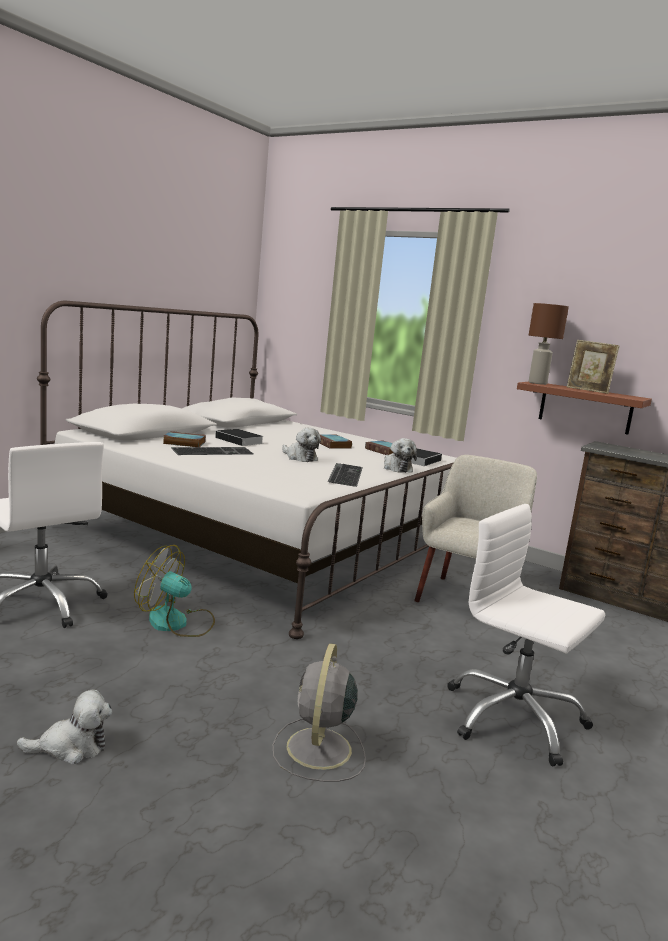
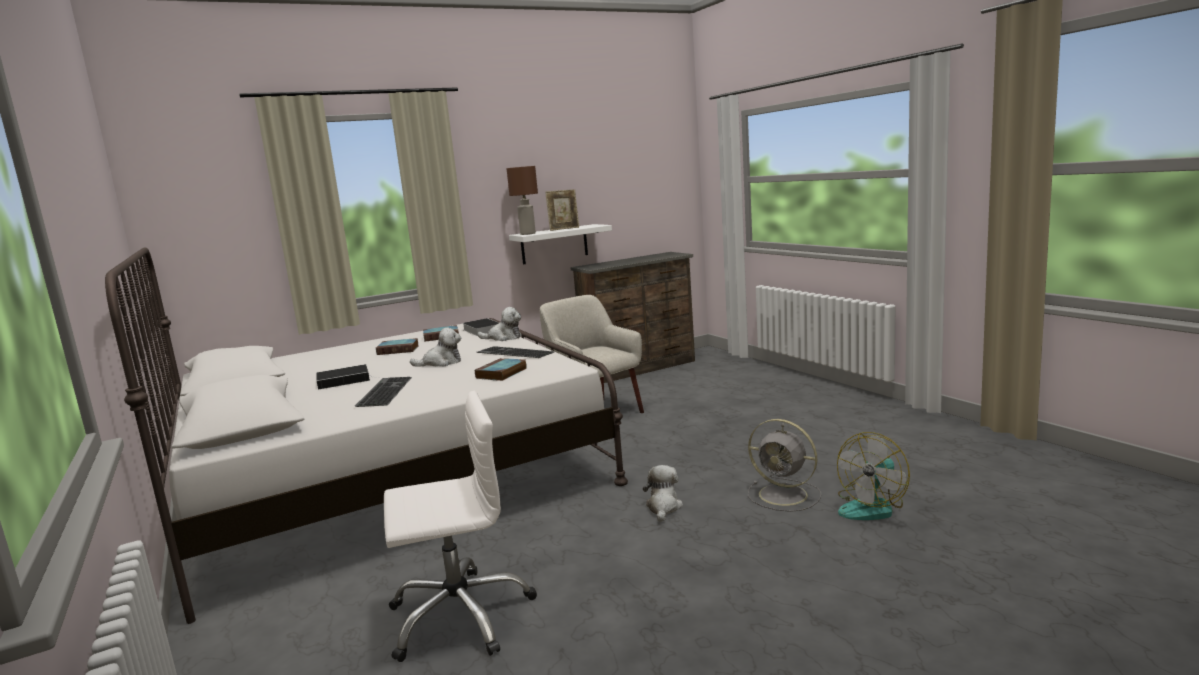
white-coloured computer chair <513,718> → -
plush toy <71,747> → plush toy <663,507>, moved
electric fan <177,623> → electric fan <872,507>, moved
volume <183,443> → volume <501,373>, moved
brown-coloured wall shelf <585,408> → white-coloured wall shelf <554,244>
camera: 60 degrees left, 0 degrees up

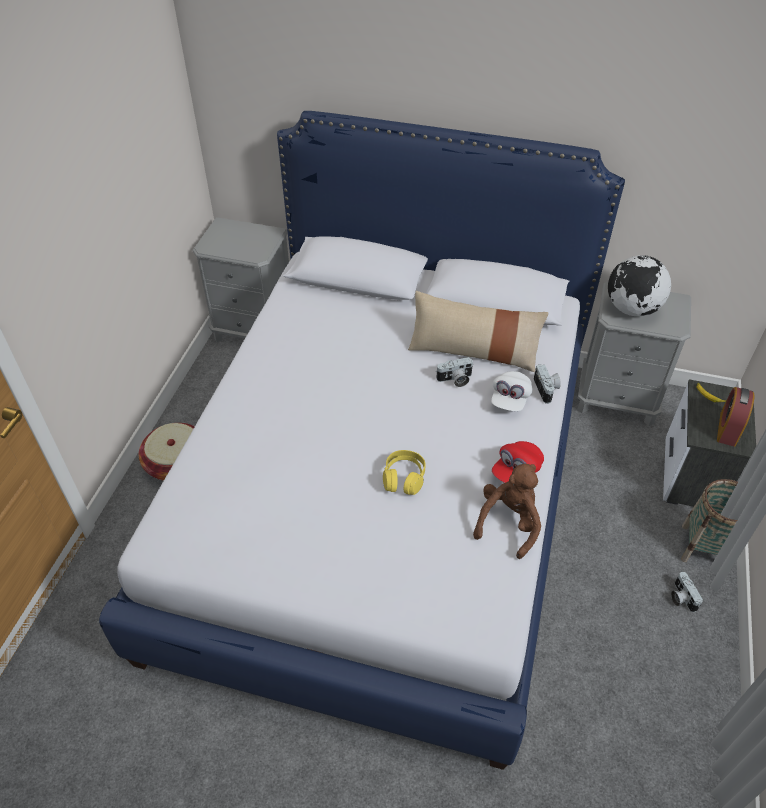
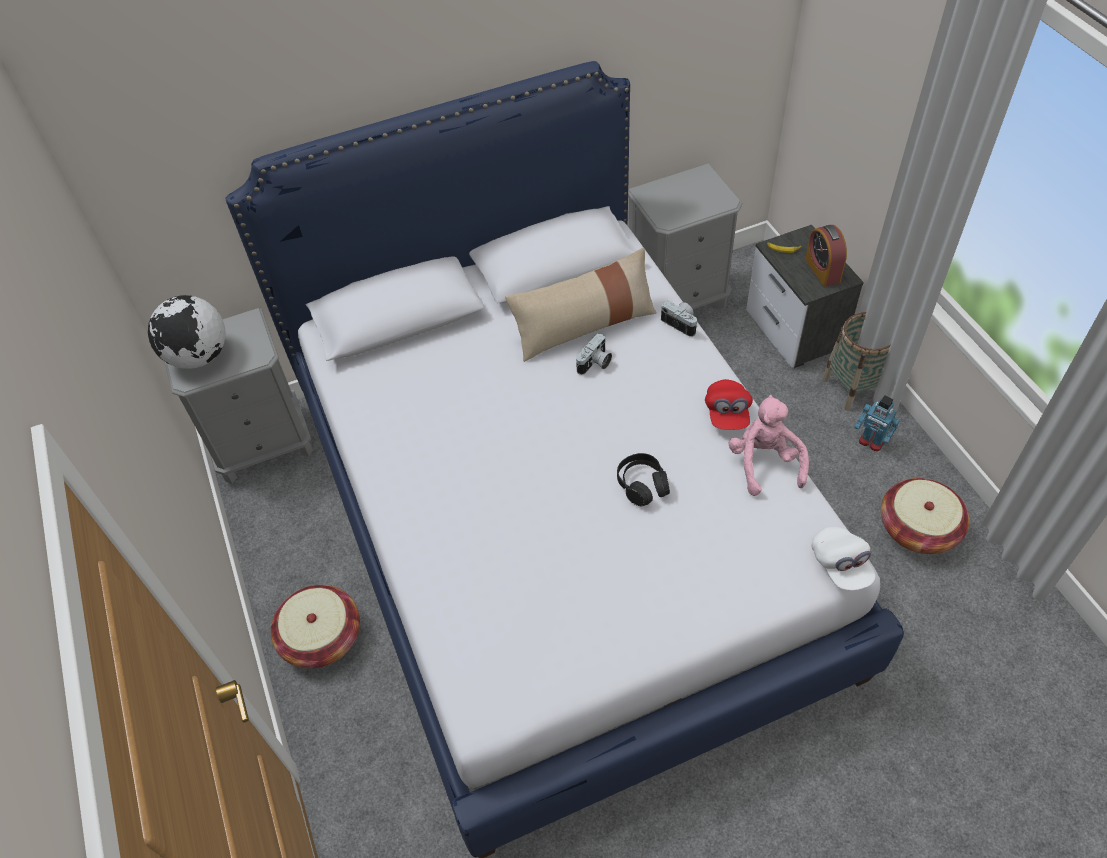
- → household basket <918,528>
white-coloured cap <510,399> → white-coloured cap <840,565>, moved
globe <631,309> → globe <199,357>, moved
photo camera <681,597> → robot figure <871,441>
yellow headphones <404,478> → blackish headphones <642,485>
brown-coloured plush toy <509,523> → pinkish plush toy <764,463>
camera: 35 degrees left, 5 degrees up

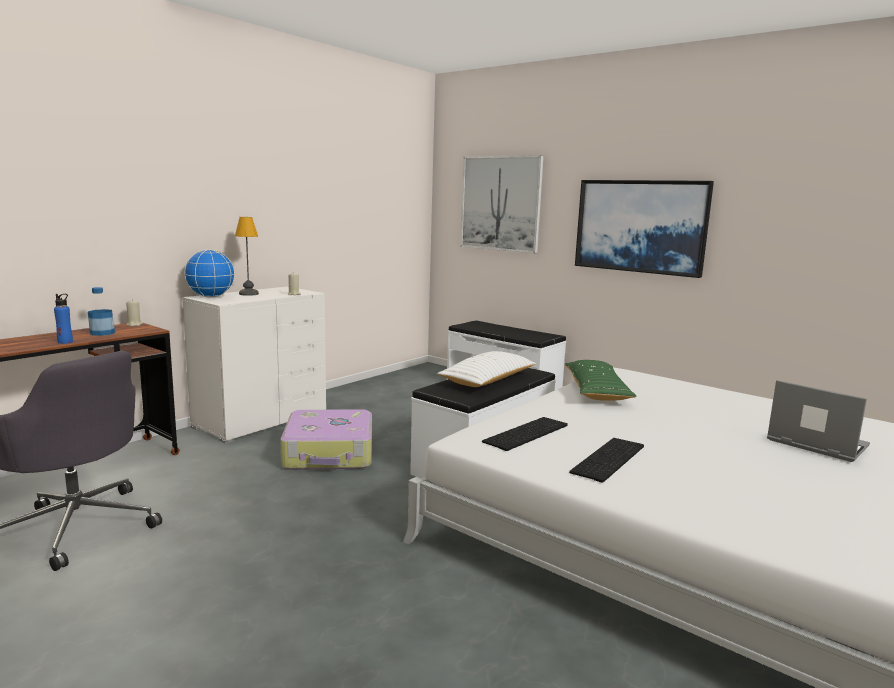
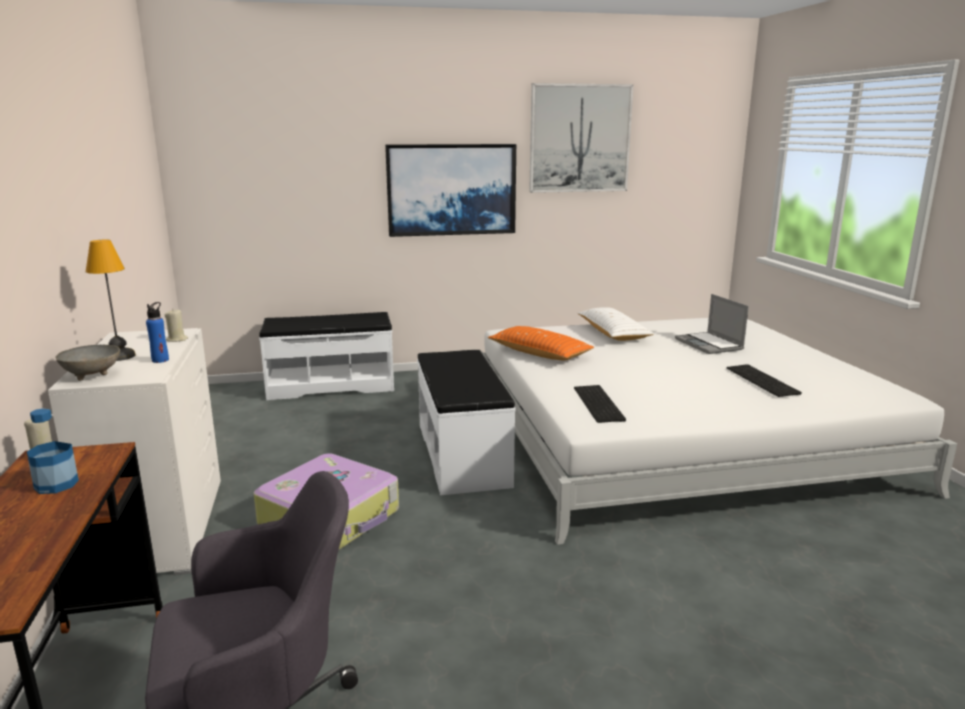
bluish beverage bottle <65,342> → bluish beverage bottle <160,360>, moved
white-coloured pillow <488,380> → white-coloured pillow <613,333>, moved
picture <500,203> → picture <580,138>, moved
PC keyboard <610,460> → PC keyboard <764,380>, moved
globe <210,297> → greyish deep dish <92,376>
green pillow <596,391> → orangey pillow <539,353>
laptop <815,443> → laptop <710,344>, 105 degrees counterclockwise
camera: 50 degrees left, 5 degrees up

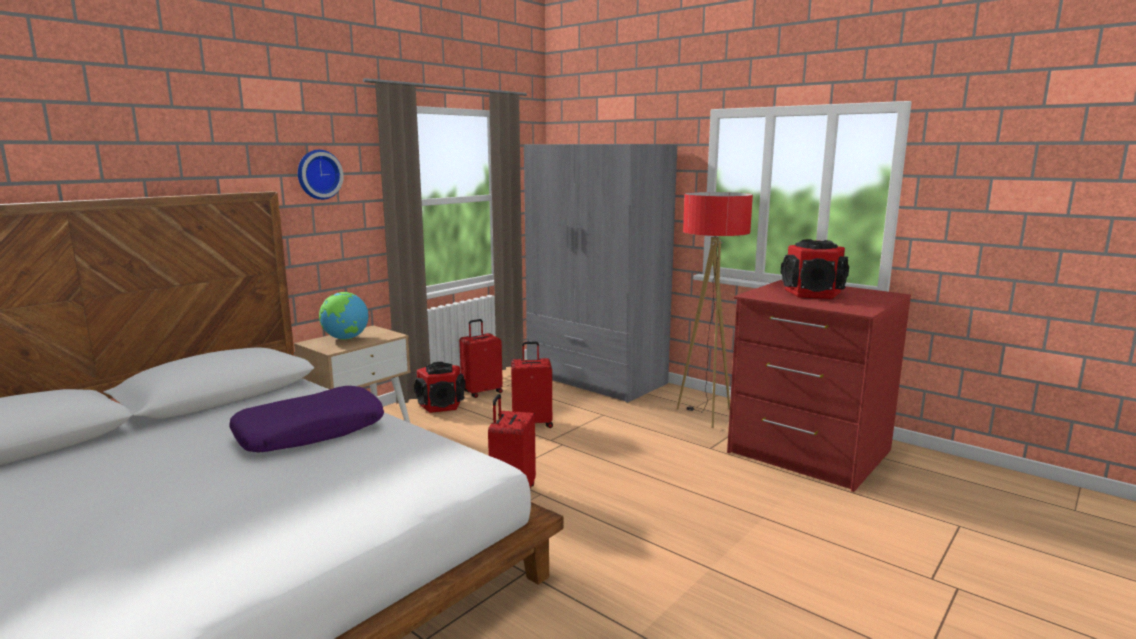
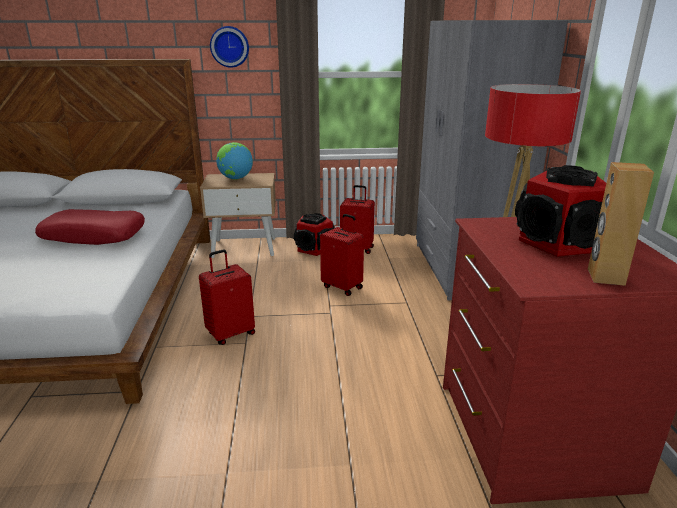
- → brown-coloured loudspeaker <605,277>
purple pillow <310,432> → red-coloured pillow <94,236>
camera: 45 degrees right, 10 degrees up

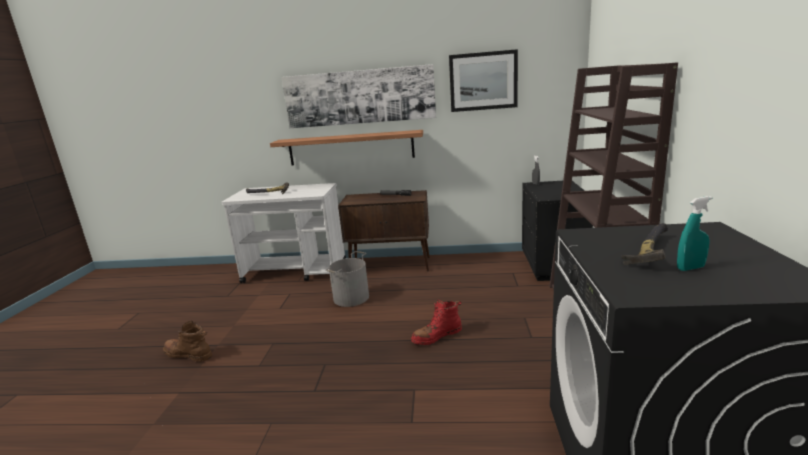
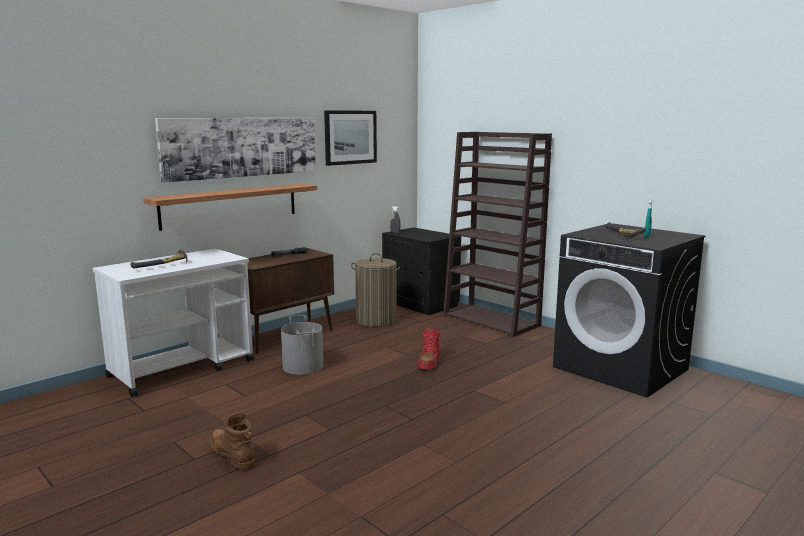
- → laundry basket <376,320>
brown-coloured tall boot <189,354> → brown-coloured tall boot <233,455>, 75 degrees clockwise
camera: 50 degrees left, 5 degrees down

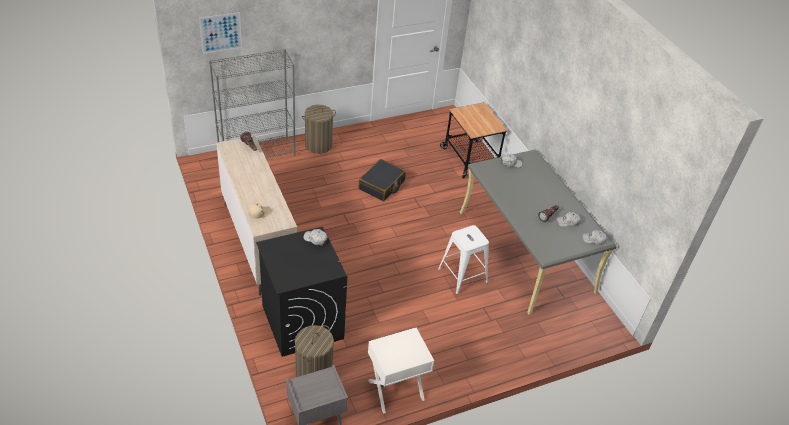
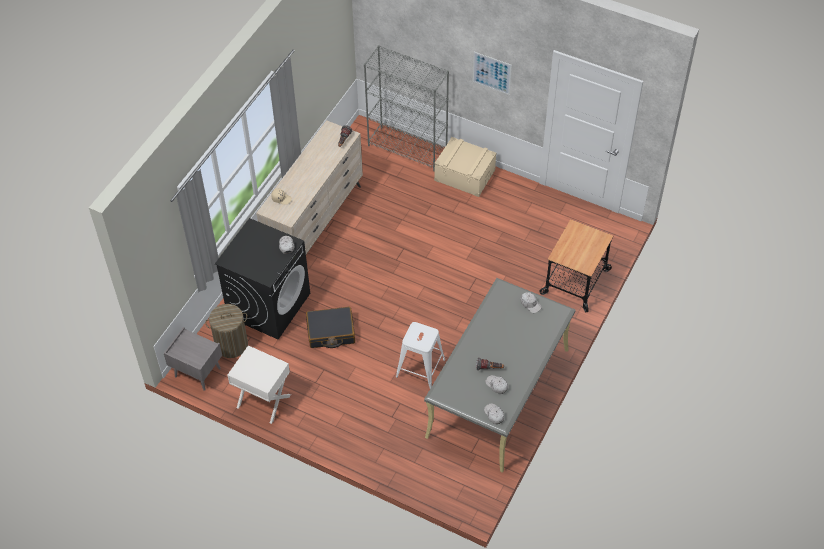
picture <221,33> → picture <491,73>, moved
blackish travel case <382,185> → blackish travel case <331,332>, moved
laundry basket <318,145> → sand-coloured storage box <465,175>
camera: 55 degrees right, 10 degrees up

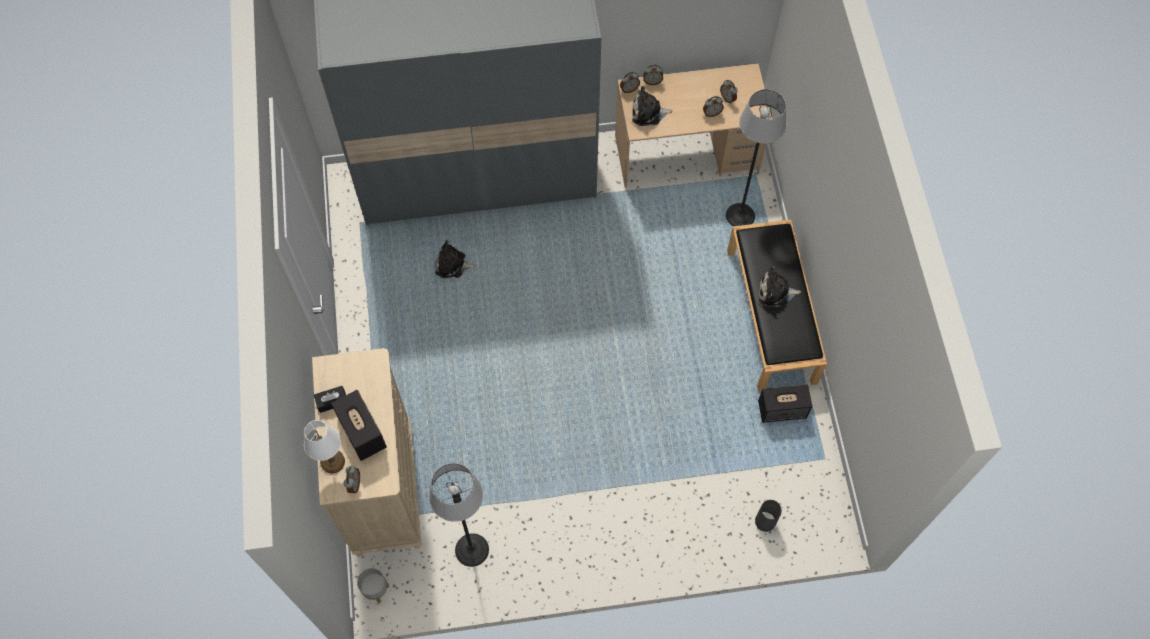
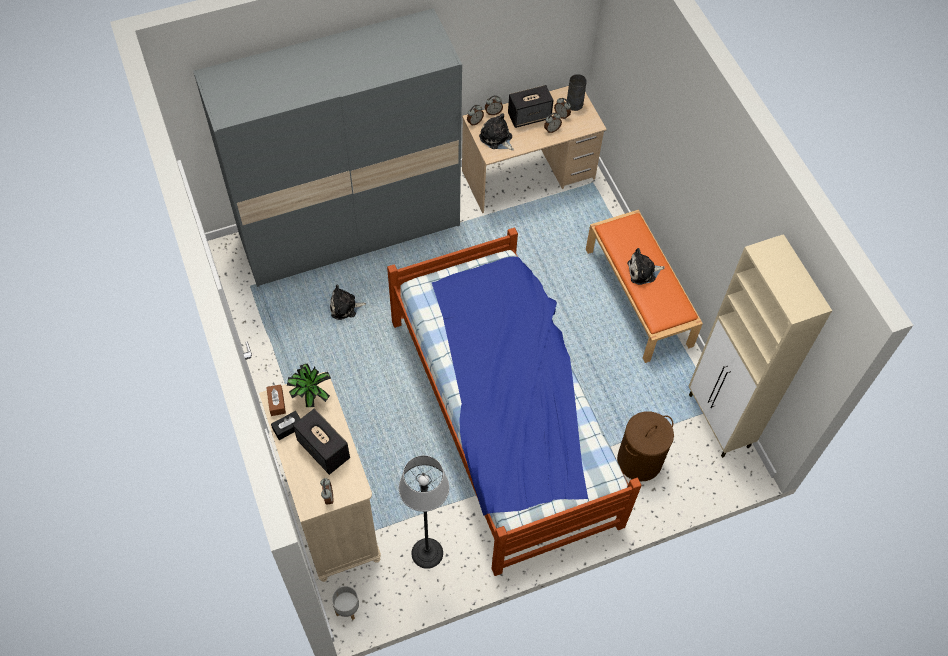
white-coloured table lamp <333,461> → -
standing lamp <740,216> → -
- → brown-coloured tissue holder <276,402>
- → houseplant <310,395>
- → bed <504,418>
- → brown-coloured laundry basket <639,461>
- → sand-coloured cupboard <719,422>
greyish decorative vase <765,522> → greyish decorative vase <574,105>, moved
loudspeaker <782,409> → loudspeaker <529,116>, moved
blackish long seat <772,316> → orangey long seat <639,297>
plush toy <648,113> → plush toy <497,138>, 60 degrees clockwise
camera: 15 degrees left, 5 degrees down

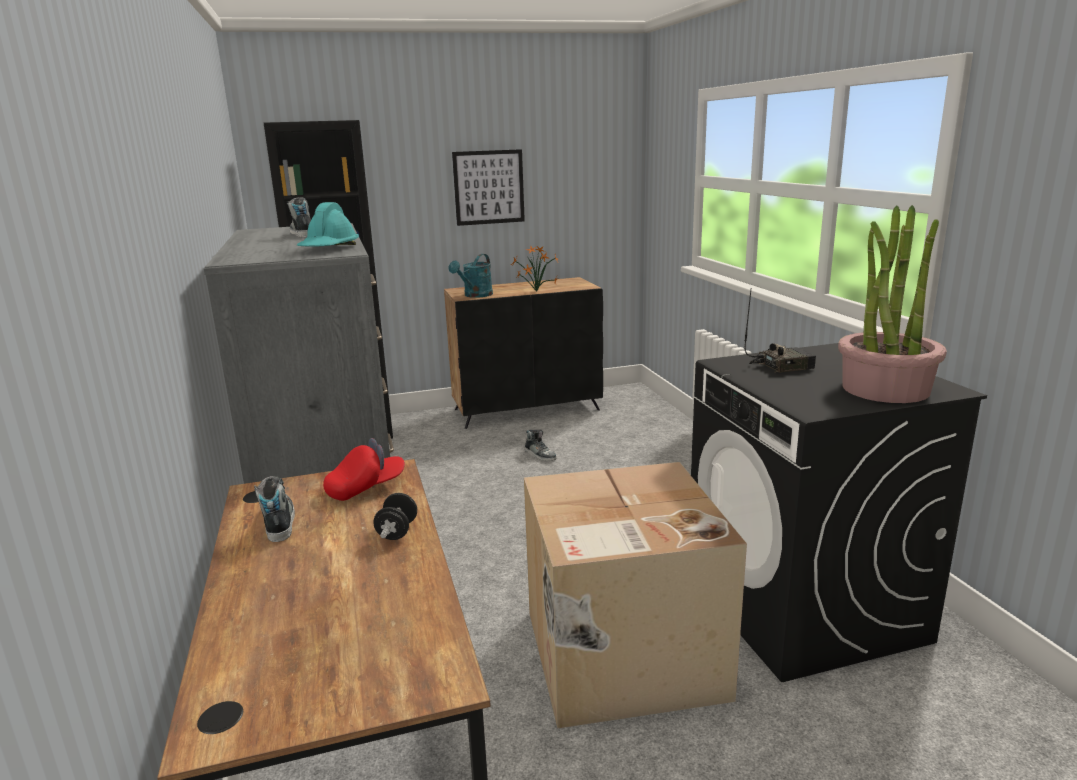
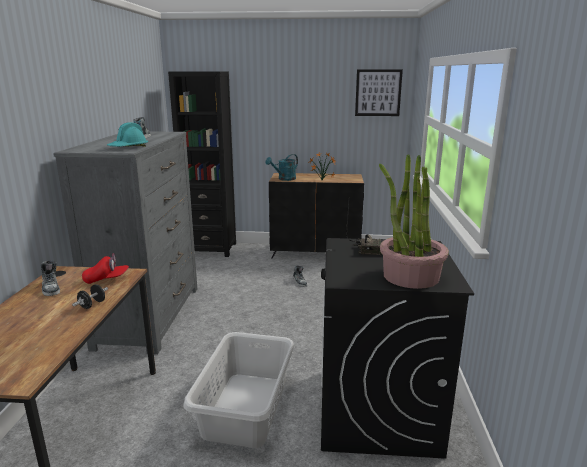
picture <489,187> → picture <378,93>, moved
cardboard box <621,656> → greyish laundry basket <244,408>
item of footwear <278,521> → item of footwear <51,288>, 150 degrees clockwise
camera: 20 degrees right, 0 degrees up

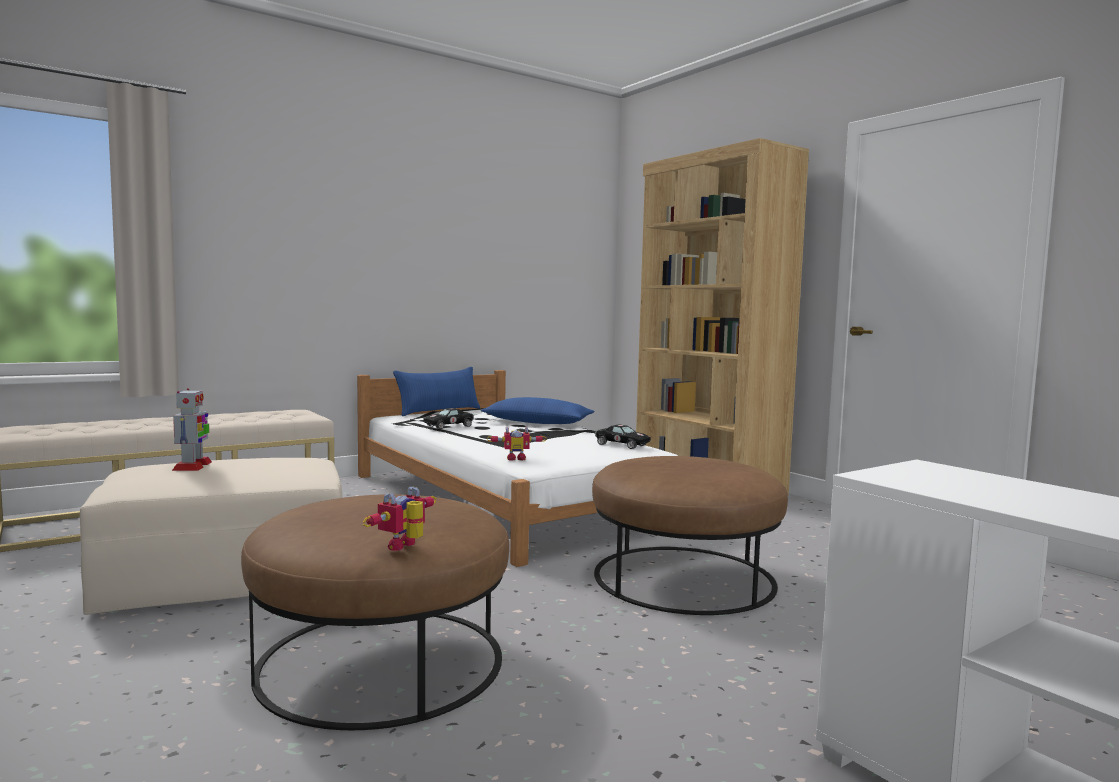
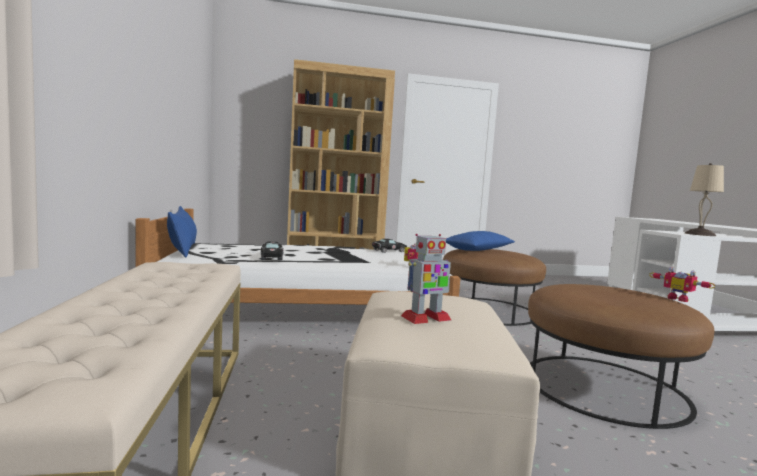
- → sand-coloured table lamp <699,234>
bluish pillow <537,423> → bluish pillow <478,250>, moved
robot figure <192,466> → robot figure <425,318>, 135 degrees clockwise
camera: 65 degrees left, 0 degrees up

